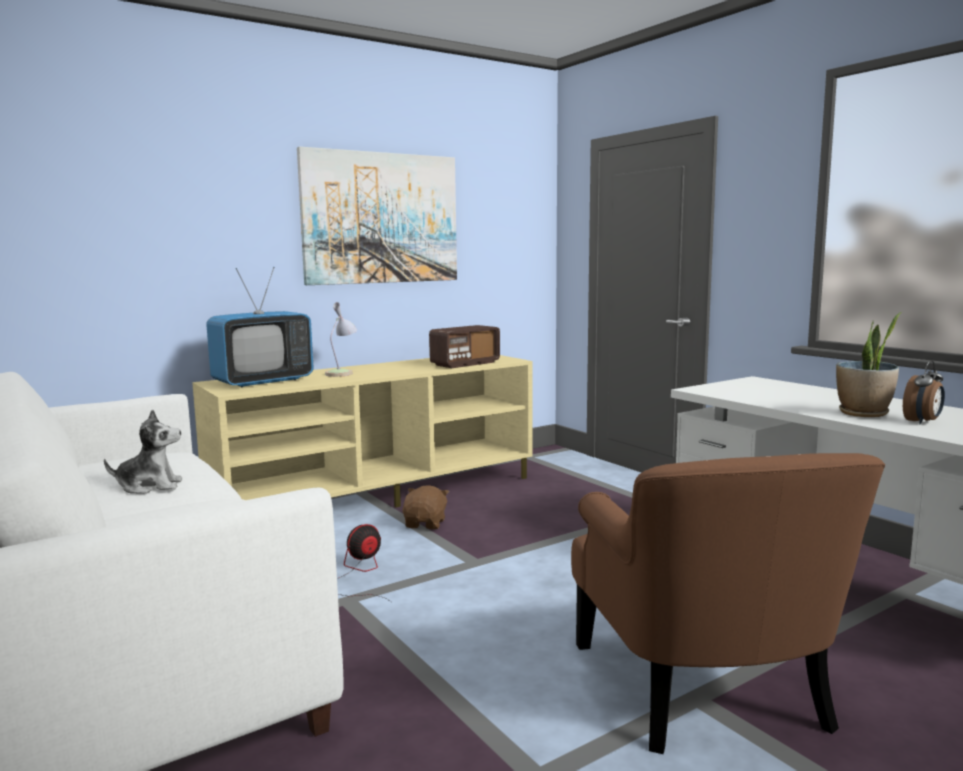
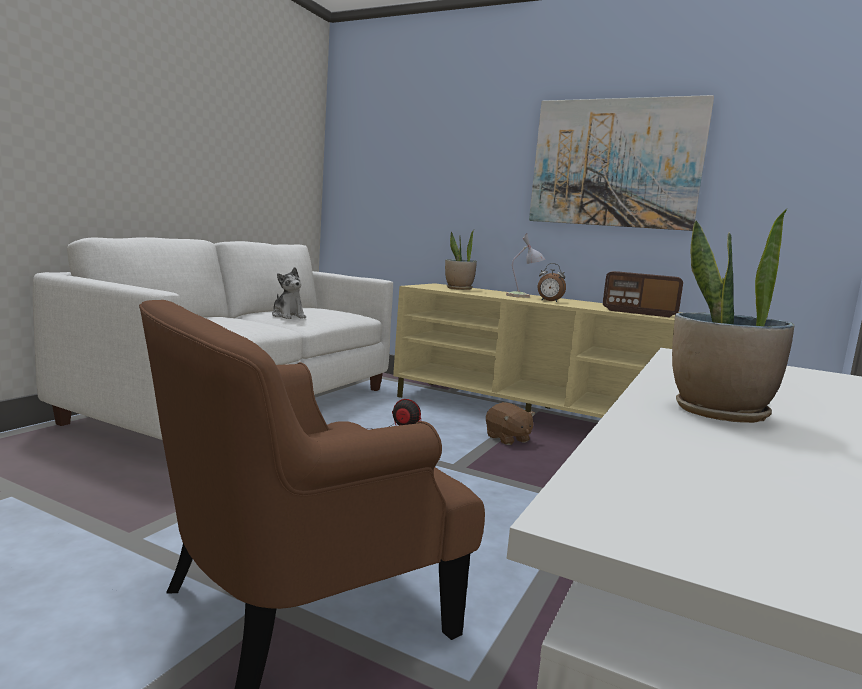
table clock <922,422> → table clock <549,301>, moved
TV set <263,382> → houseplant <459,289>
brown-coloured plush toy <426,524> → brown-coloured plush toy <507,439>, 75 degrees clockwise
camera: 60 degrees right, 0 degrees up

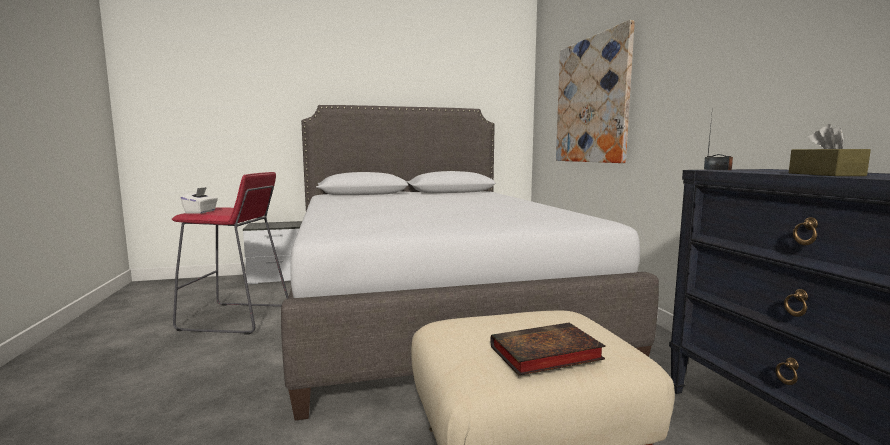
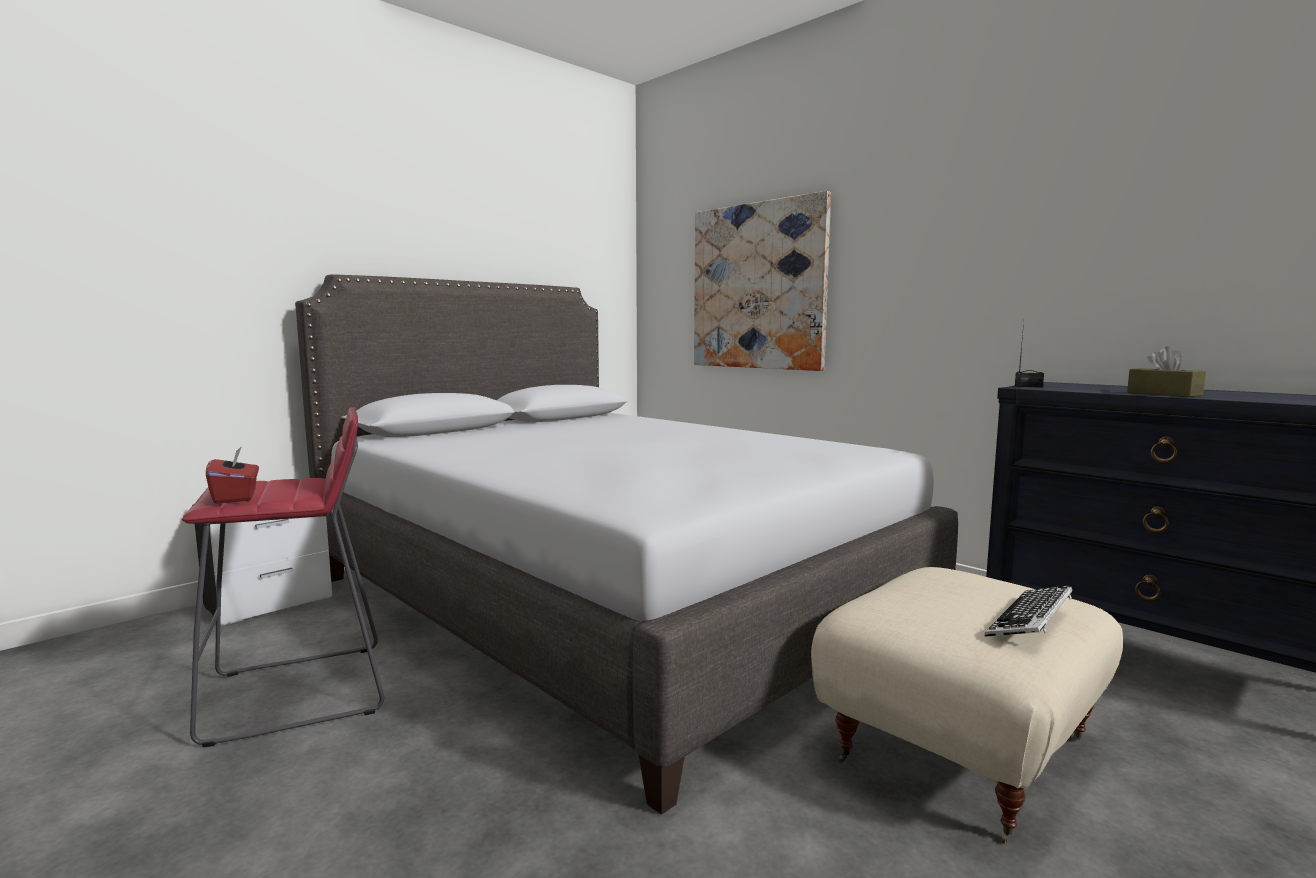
volume <544,355> → PC keyboard <1030,621>
white-coloured tissue holder <201,212> → red-coloured tissue holder <236,497>
camera: 30 degrees left, 0 degrees up

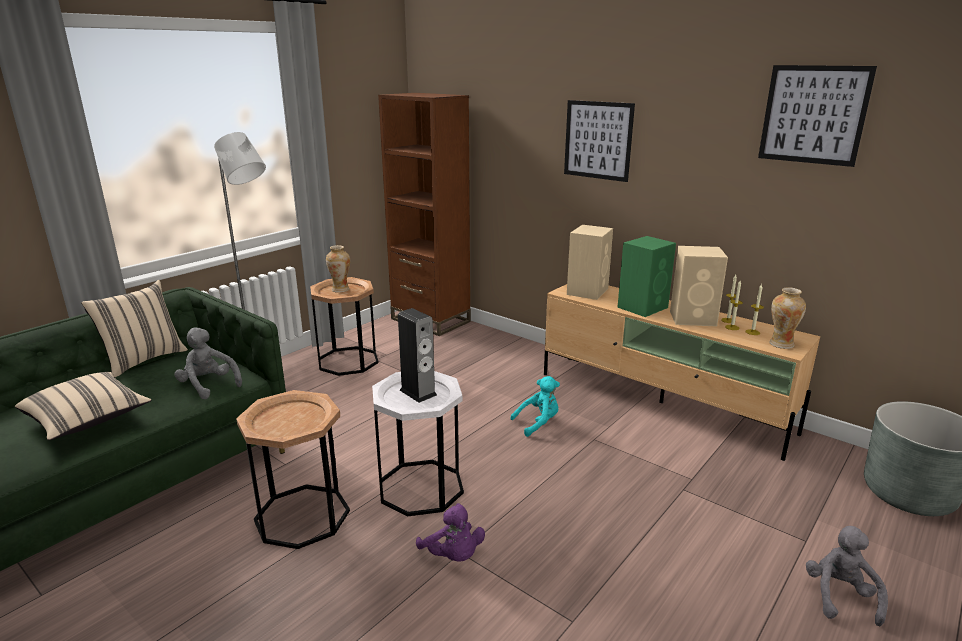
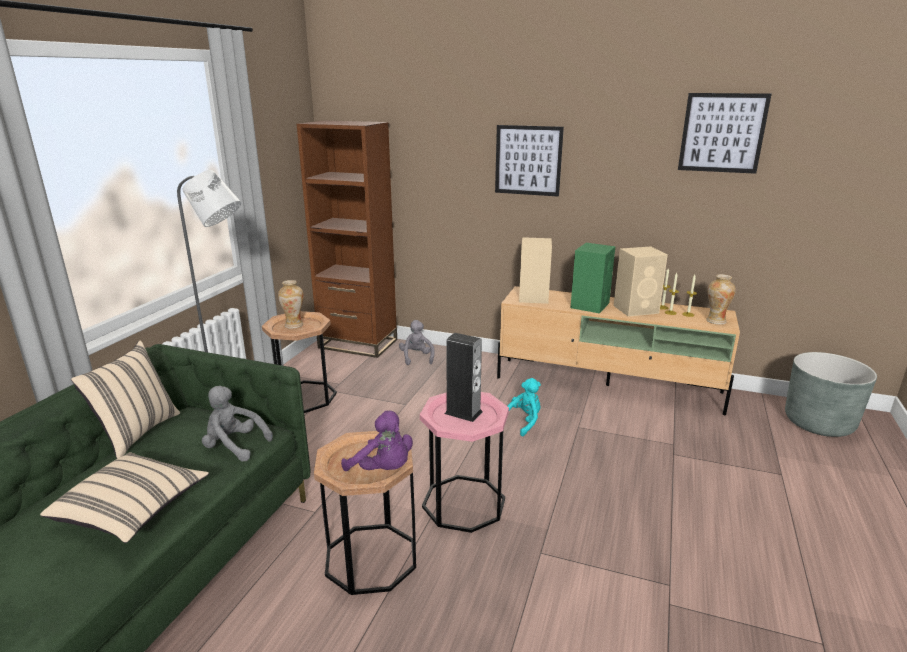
purple plush toy <453,556> → purple plush toy <383,469>, moved
greyish plush toy <840,596> → greyish plush toy <416,358>, moved
white-coloured side table <421,487> → pinkish side table <464,503>
camera: 20 degrees left, 0 degrees up

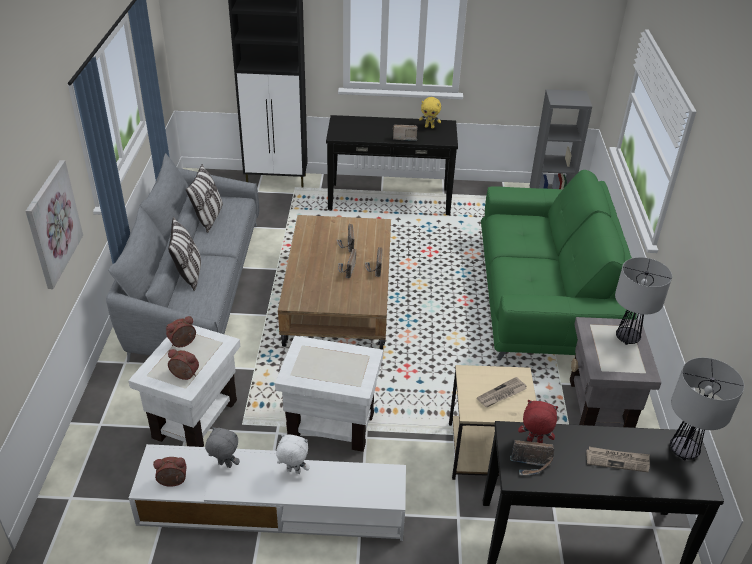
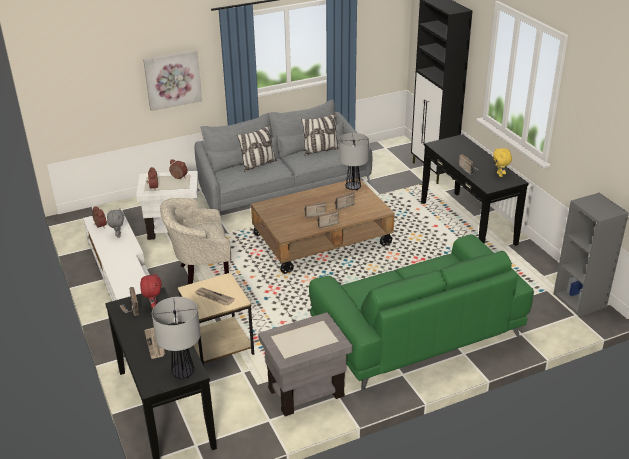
white-coloured plush toy <293,472> → -
table lamp <627,338> → table lamp <353,187>, moved
white-coloured side table <331,424> → sand-coloured easy chair <201,276>
camera: 65 degrees right, 5 degrees down

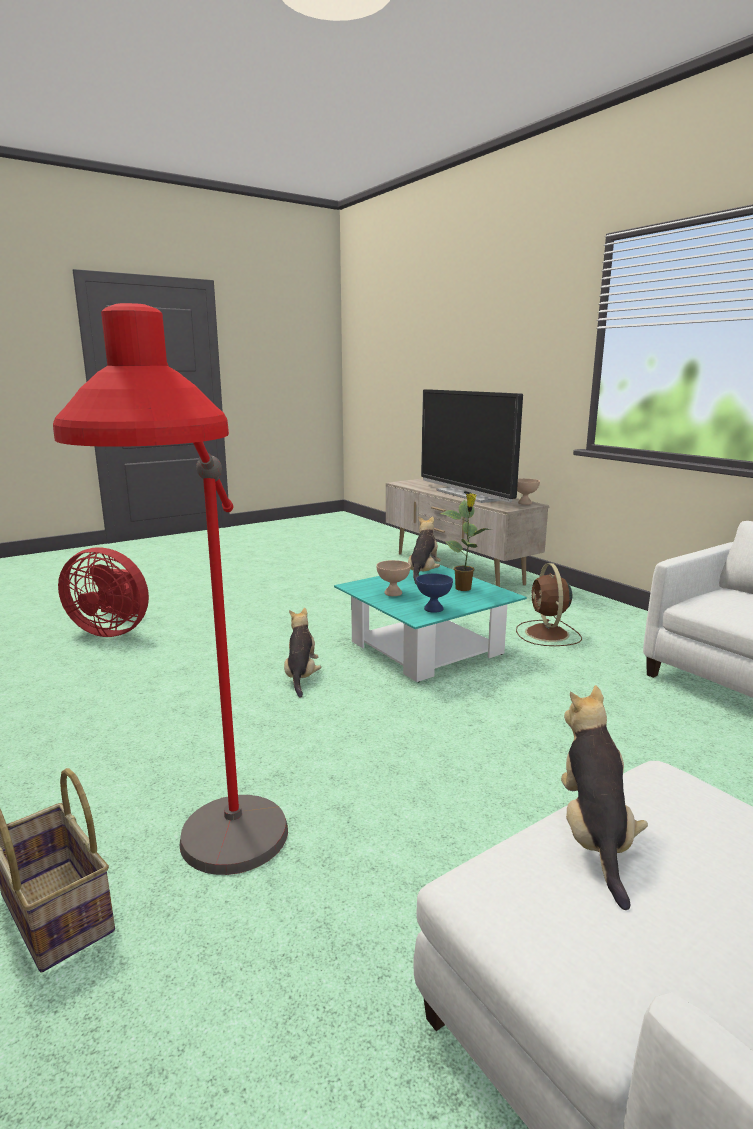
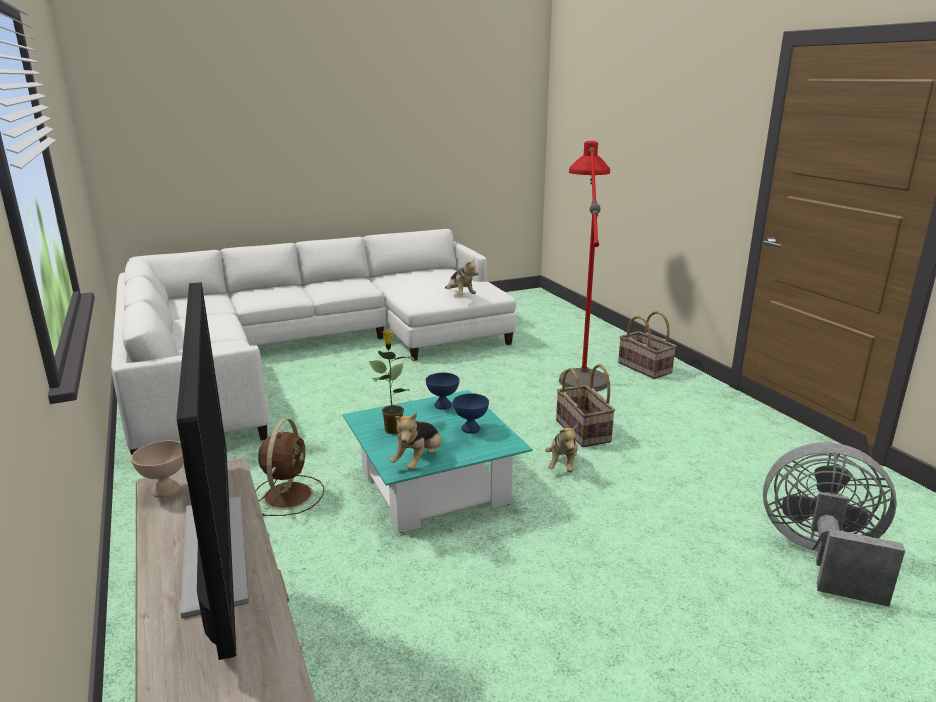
- → household basket <584,431>
red-coloured electric fan <112,630> → greyish electric fan <822,557>
sand-coloured deep dish <392,593> → bluish deep dish <471,429>
plush toy <594,836> → plush toy <460,295>, 45 degrees counterclockwise
camera: 170 degrees left, 5 degrees up

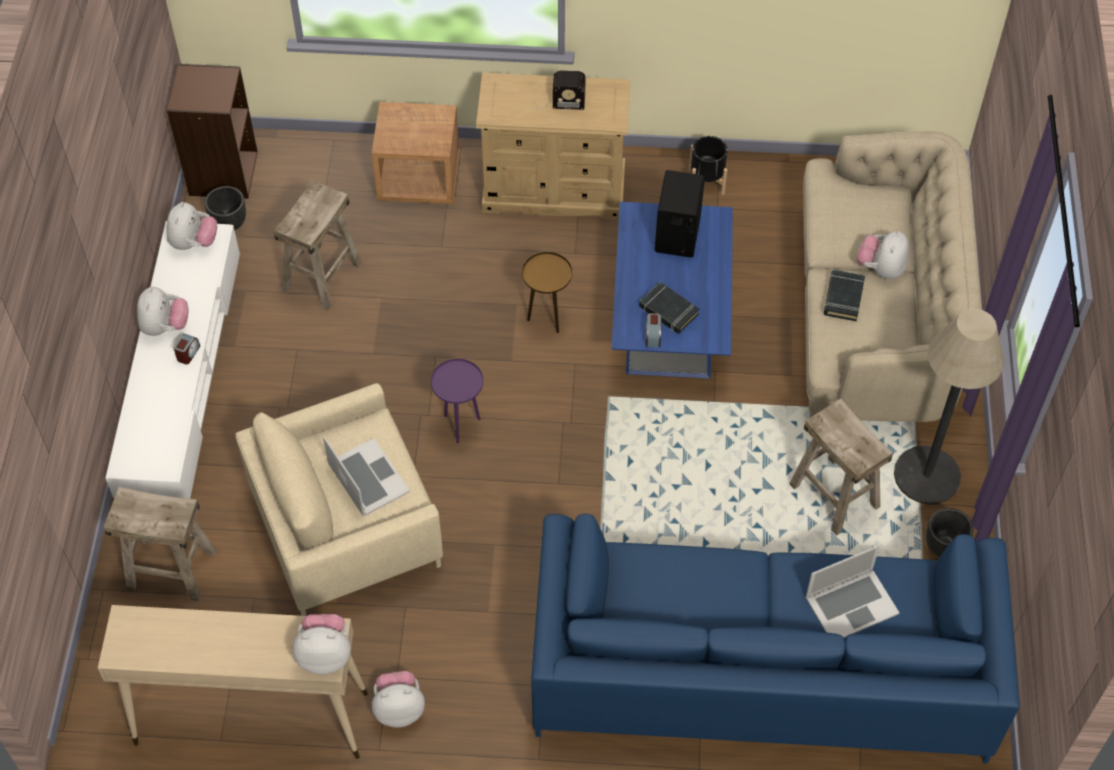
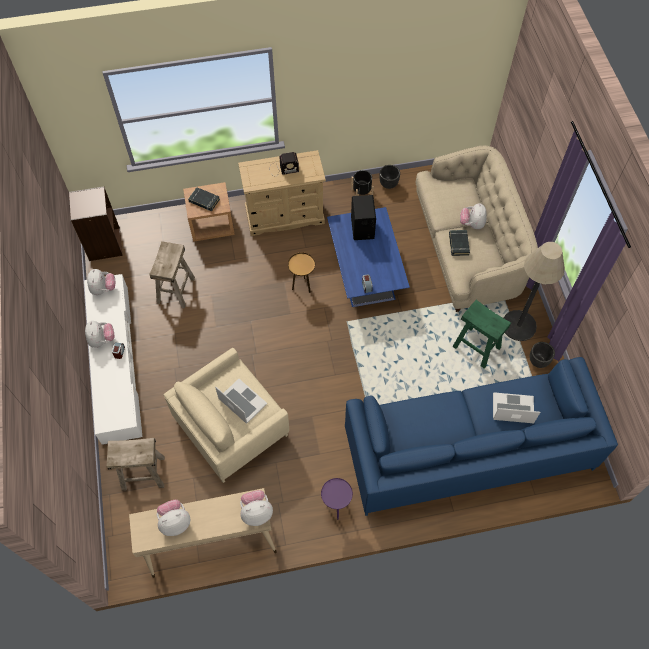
blackish plant pot <230,224> → blackish plant pot <388,184>, moved
plush toy <399,708> → plush toy <175,522>, moved
purple side table <460,425> → purple side table <336,507>, moved
blackish volume <668,311> → blackish volume <204,201>, moved
sand-coloured stool seat <835,495> → green stool seat <477,347>
laptop <851,604> → laptop <513,408>, 135 degrees counterclockwise
camera: 15 degrees left, 5 degrees up

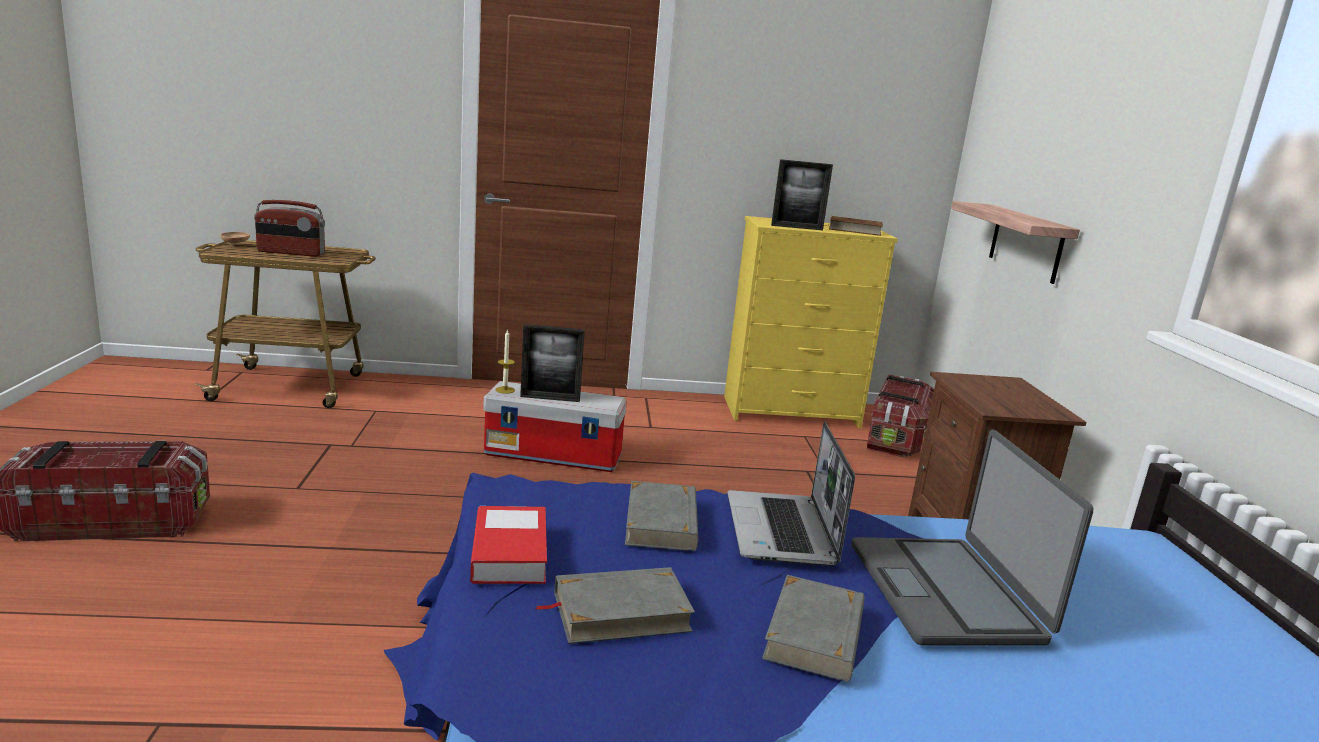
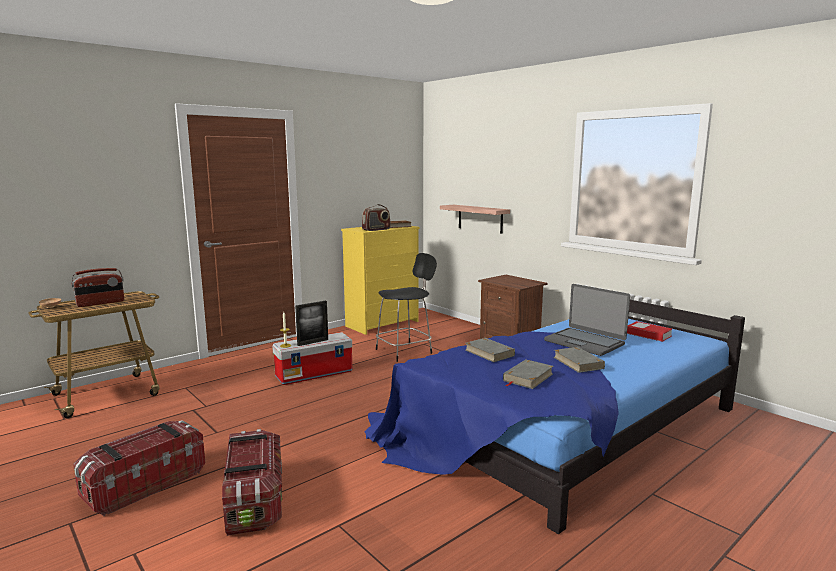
laptop <782,531> → -
- → blackish plain chair <405,351>
volume <509,553> → volume <648,335>, moved
storage box <897,438> → storage box <254,500>, moved
standing frame <797,227> → radio set <376,229>
camera: 35 degrees left, 5 degrees down

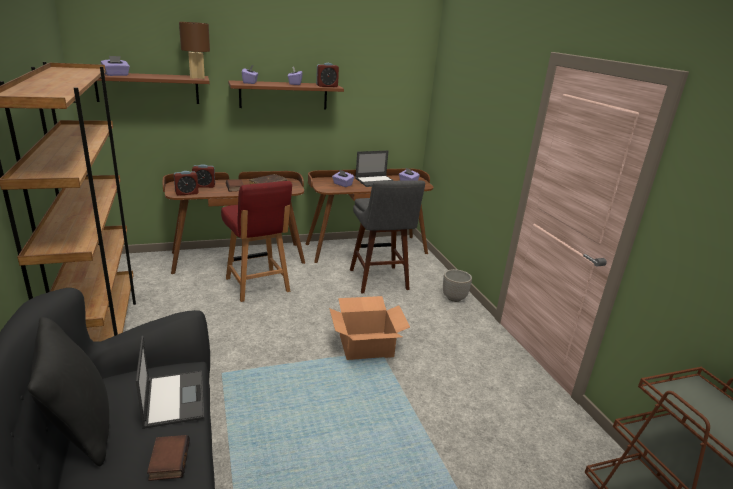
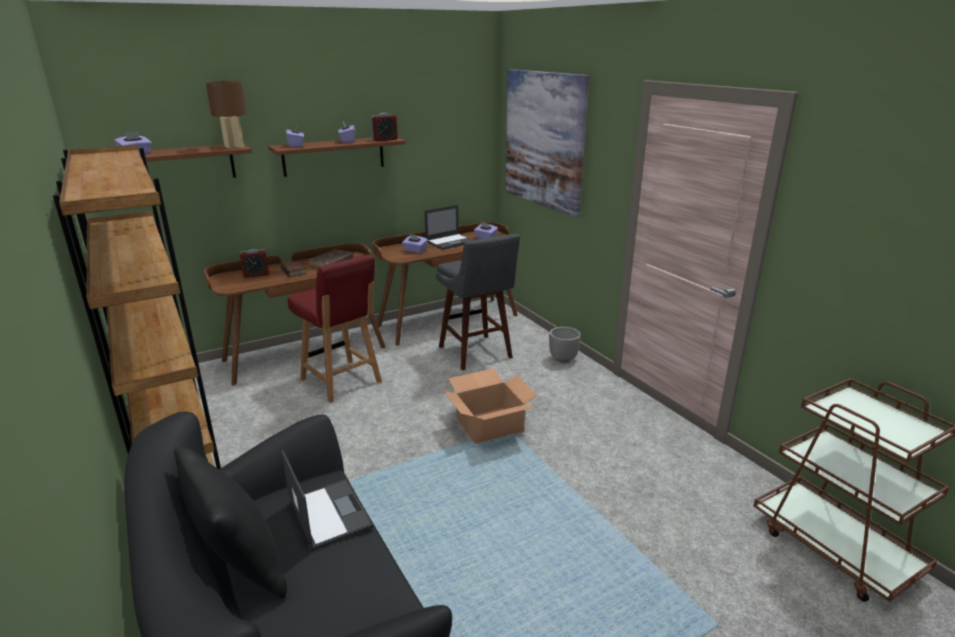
volume <168,460> → -
table clock <187,193> → -
- → picture <544,140>
camera: 10 degrees left, 0 degrees up

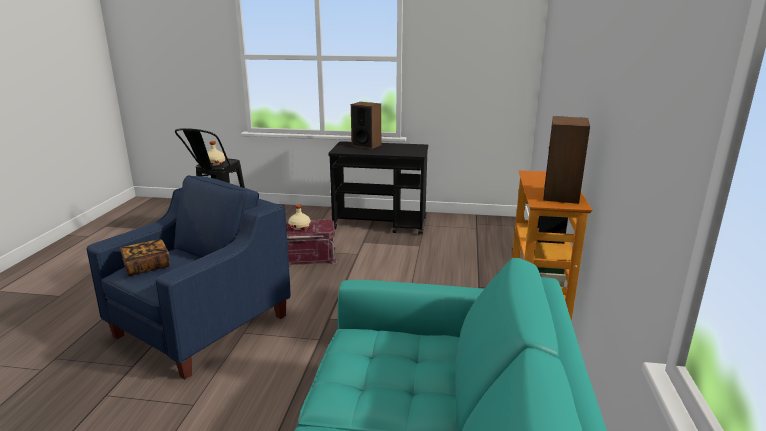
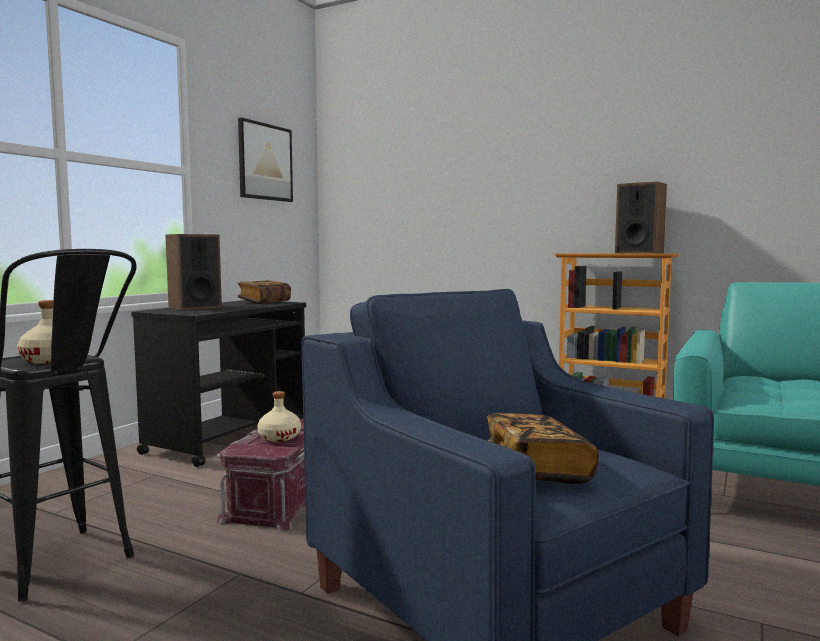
- → picture <265,162>
- → volume <264,302>
camera: 70 degrees left, 15 degrees down

